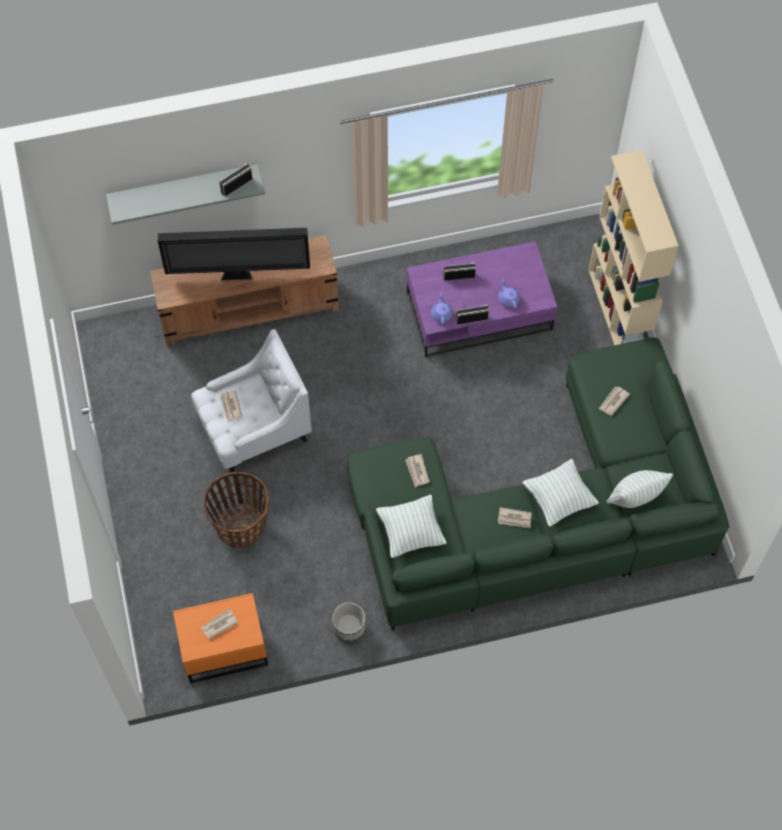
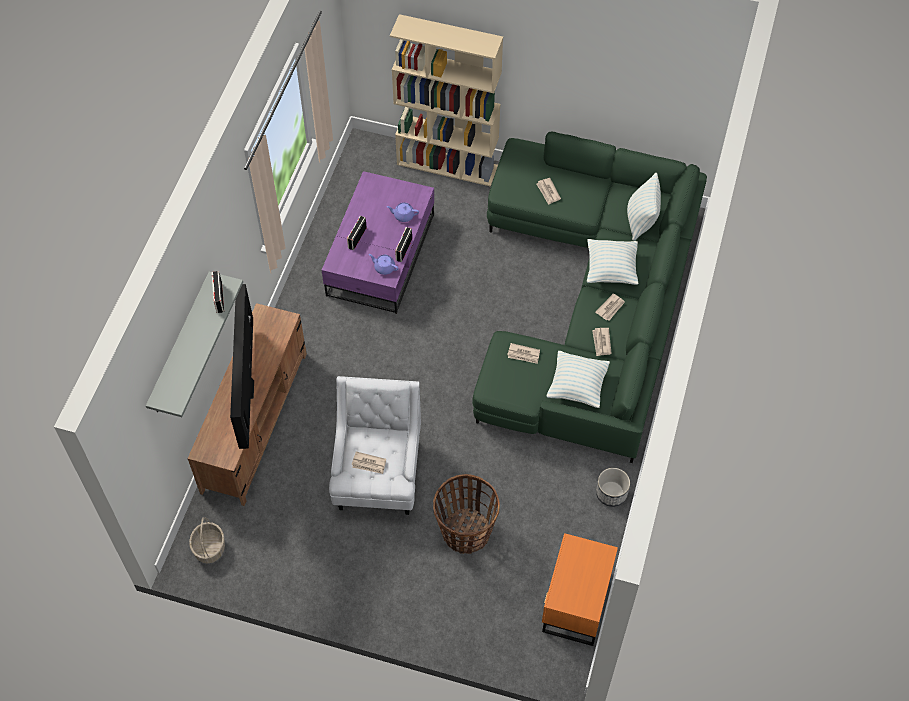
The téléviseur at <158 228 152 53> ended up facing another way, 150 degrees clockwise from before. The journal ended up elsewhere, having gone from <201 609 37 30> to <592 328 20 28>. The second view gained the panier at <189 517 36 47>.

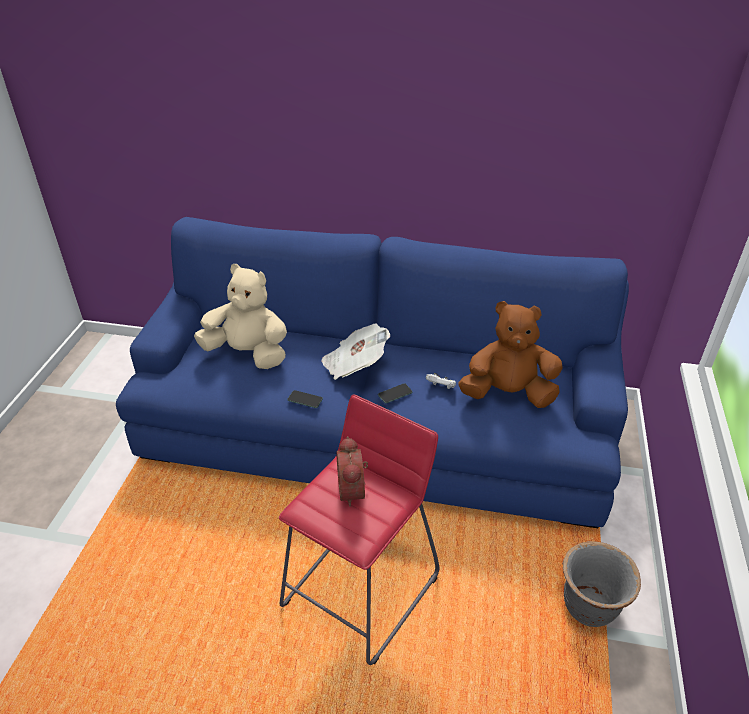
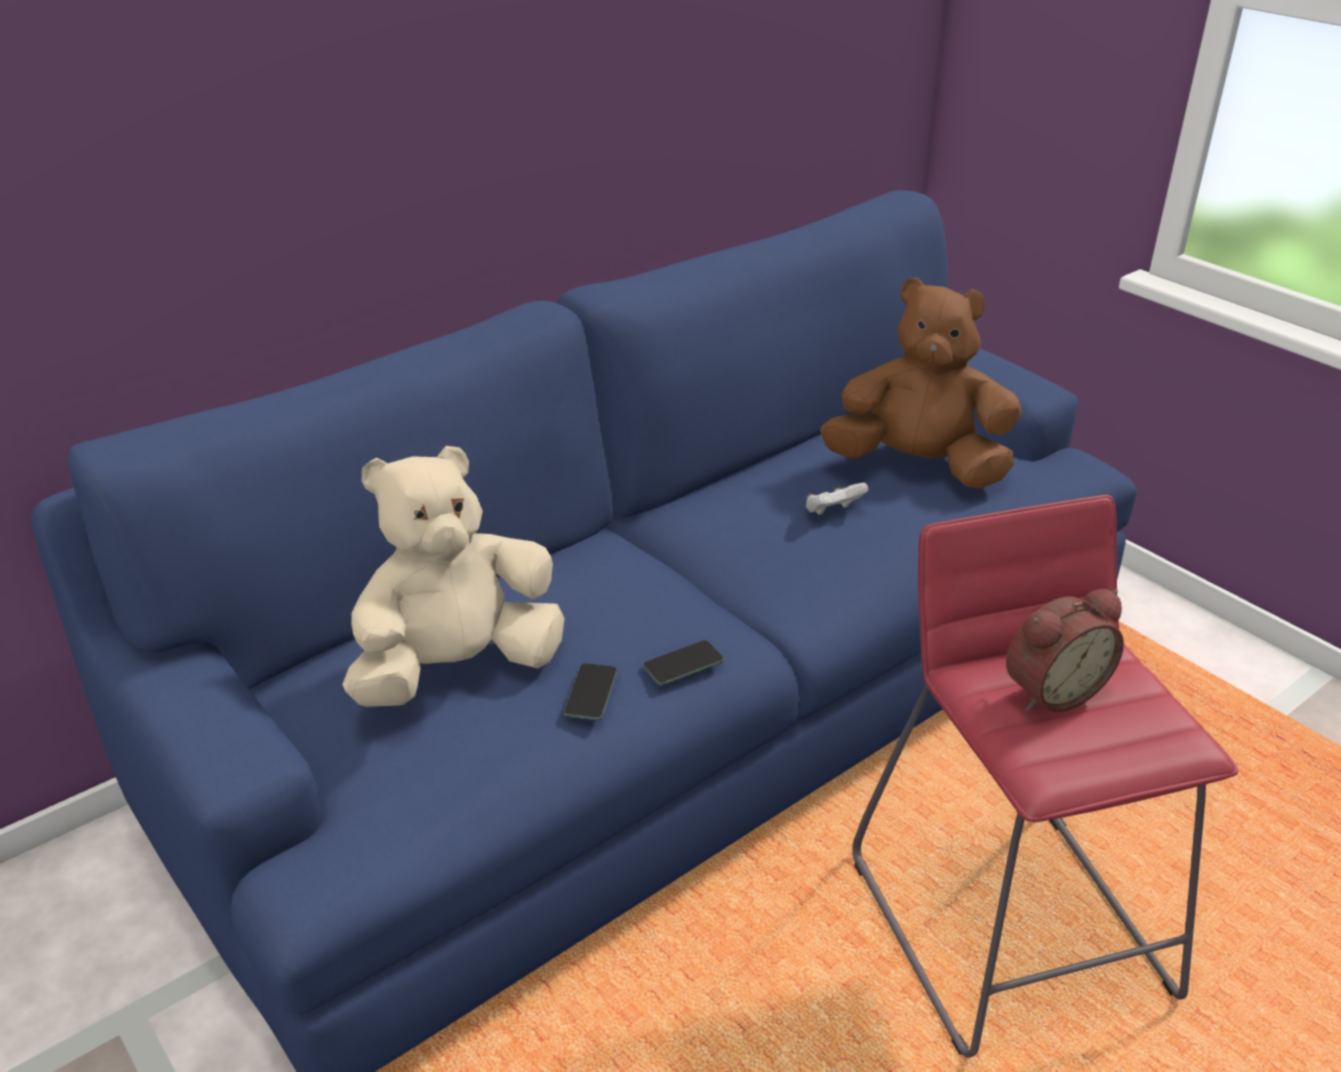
The peluche (marron) at <458 301 104 107> ended up facing another way, 60 degrees clockwise from before. The second view lost the journal at <321 323 69 57>. The téléphone ended up elsewhere, having gone from <378 383 35 20> to <564 663 54 57>. The réveil at <336 436 32 71> ended up facing another way, 60 degrees counterclockwise from before. The second view lost the cache-pot (gris) at <563 541 78 86>.

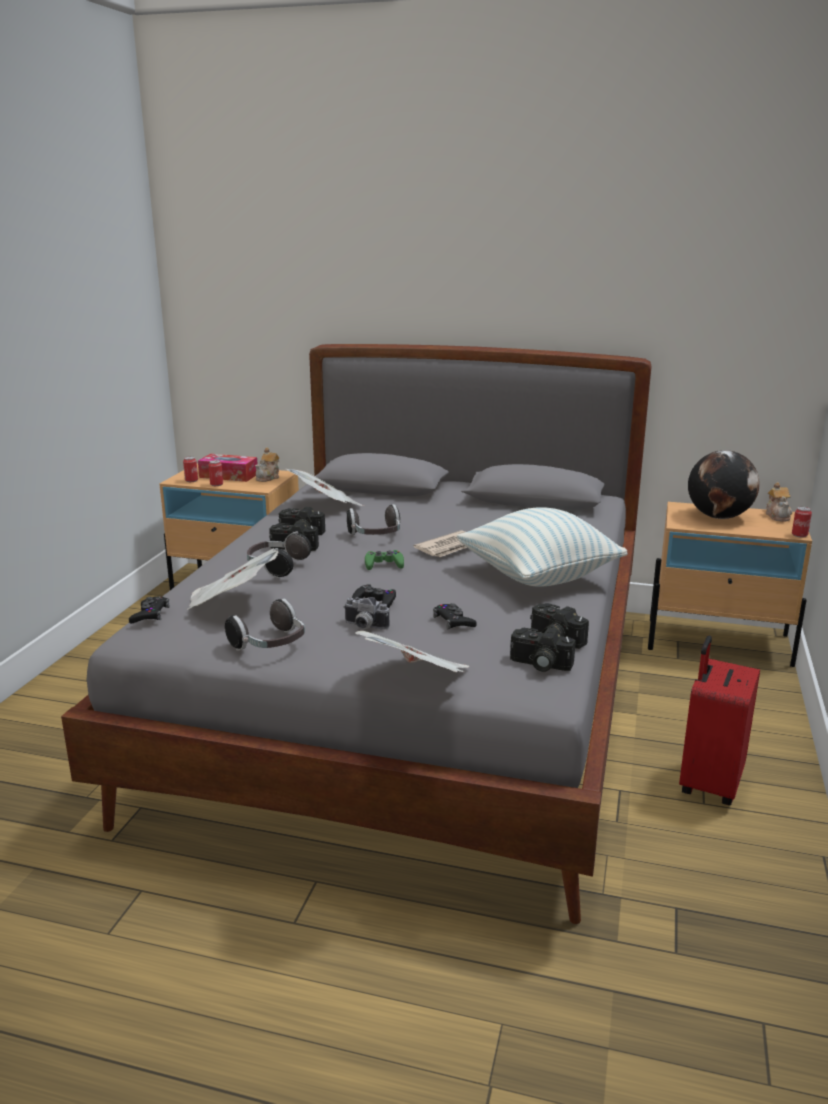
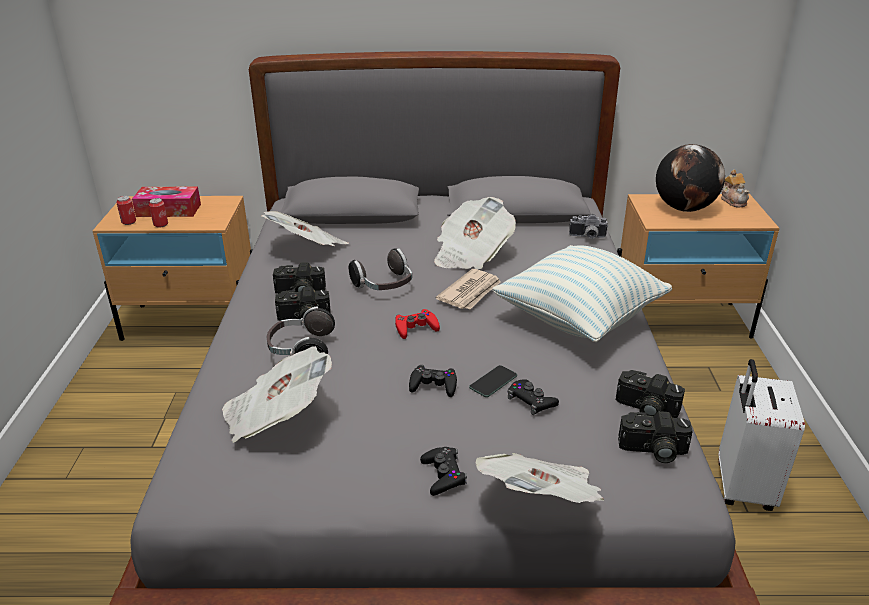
The second view lost the théière at <255 448 24 34>. The second view lost the boîte métallique at <792 507 20 31>. What was the manette (vert) at <365 550 39 20> turned into the manette (rouge) at <395 309 45 30>. The manette (noir) ended up elsewhere, having gone from <129 596 41 28> to <420 447 47 49>. The appareil photo ended up elsewhere, having gone from <344 597 45 33> to <569 214 39 25>. The second view lost the casque audio at <225 599 80 52>. What was the valise (rouge) at <679 636 81 169> turned into the valise (blanc) at <718 359 87 152>. The second view gained the journal at <434 197 82 73>. The second view gained the téléphone at <469 365 48 32>.

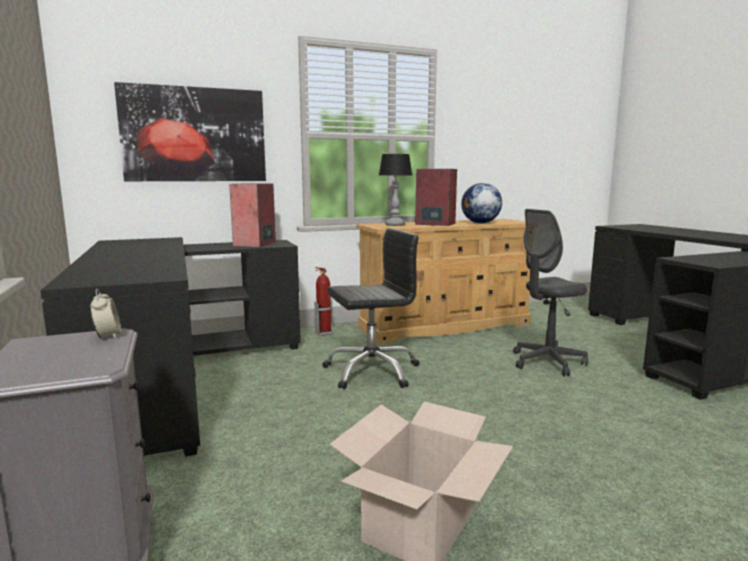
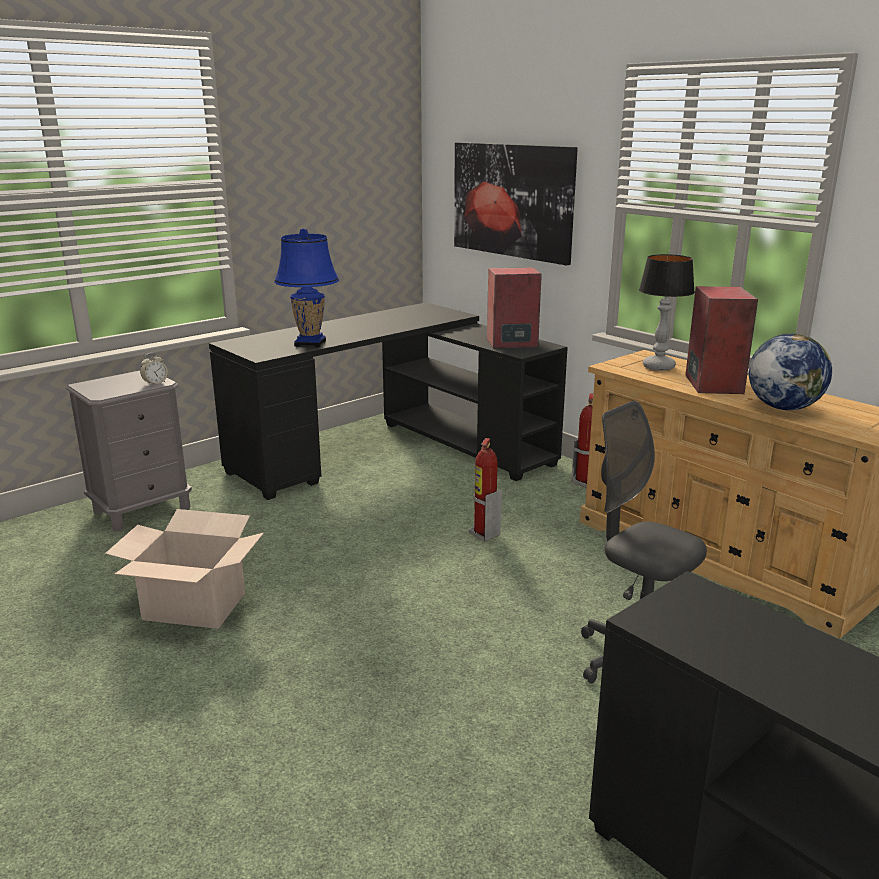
Where the chaise de bureau (noir) stood at <322 228 98 161>, the extincteur came to stand at <469 438 33 104>. The second view gained the lampe de table (bleu) at <274 228 65 120>.

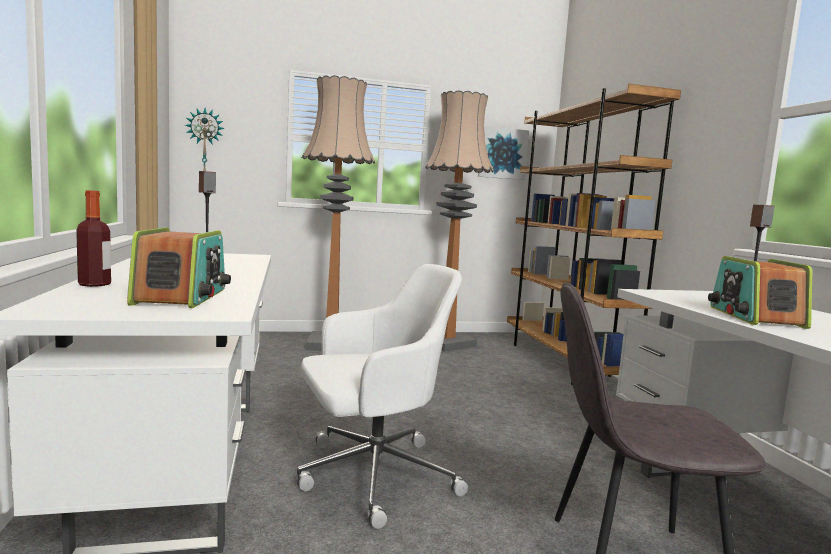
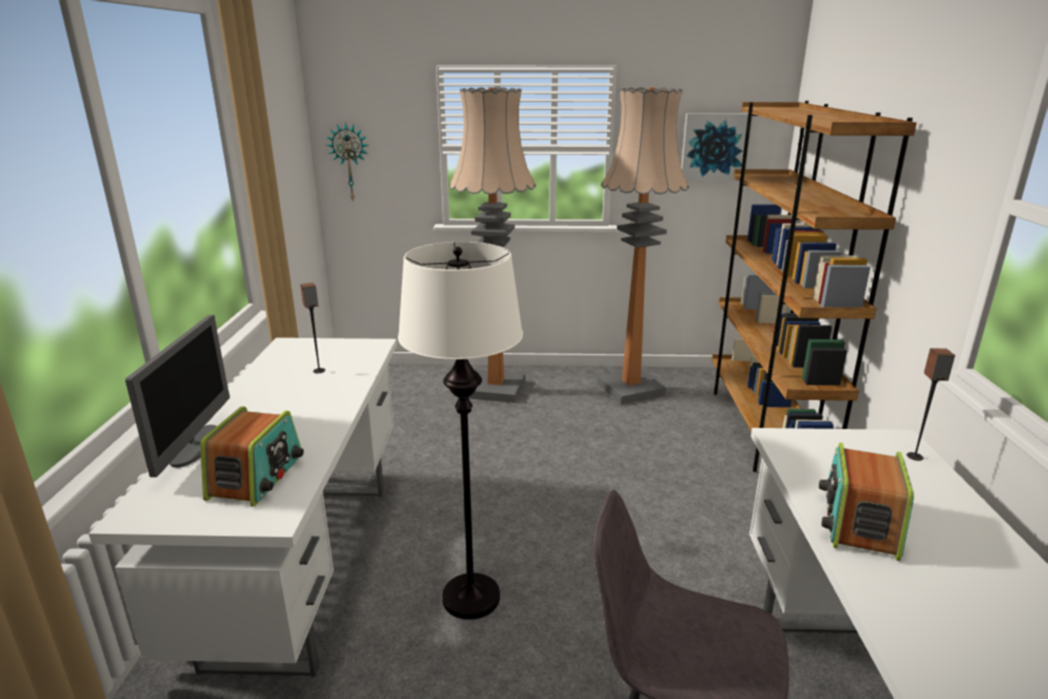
Where the bouteille stood at <76 190 35 97>, the écran d'ordinateur came to stand at <125 315 105 162>. Where the chaise de bureau (blanc) stood at <297 264 171 265>, the lampadaire (blanc) came to stand at <398 242 125 378>.

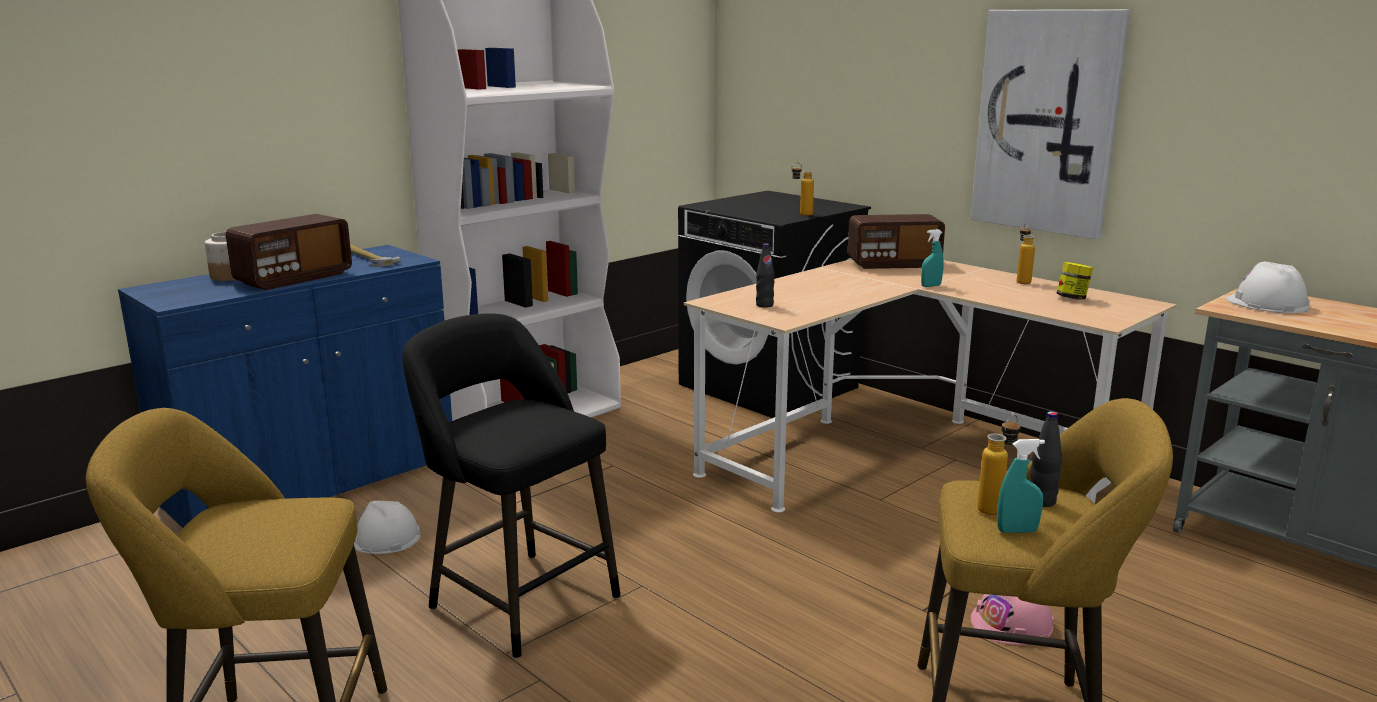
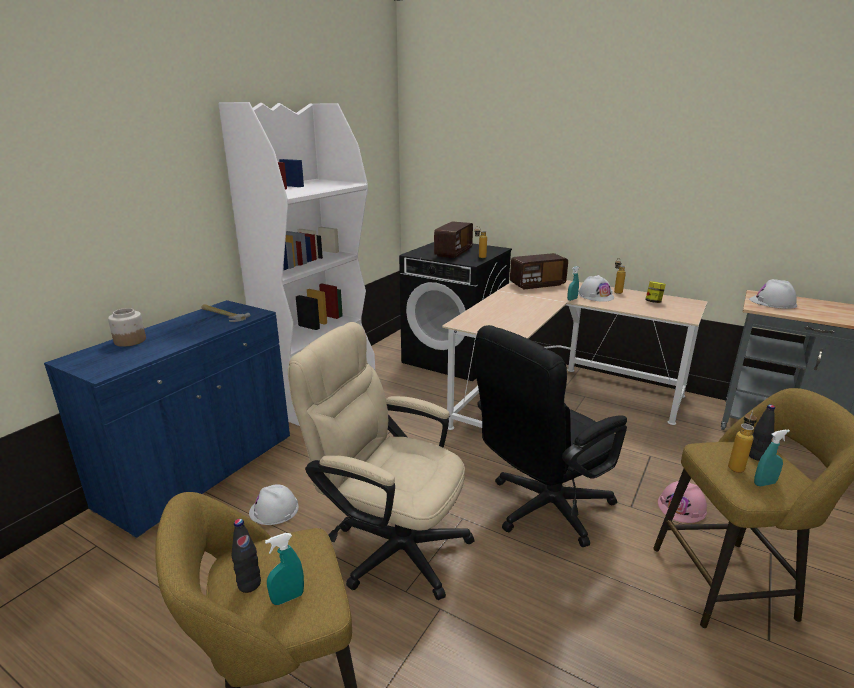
The second view lost the tableau at <971 9 159 230>. The radio ended up elsewhere, having gone from <226 214 126 76> to <434 221 39 37>. The bouteille (noir) ended up elsewhere, having gone from <756 243 19 65> to <232 519 29 74>. Where the tabouret (noir) stood at <402 313 218 346>, the chaise de bureau (beige) came to stand at <288 322 187 278>. The second view gained the casque de chantier (blanc) at <578 275 36 27>. The second view gained the chaise de bureau (noir) at <474 325 153 222>. The second view gained the vaporisateur (turquoise) at <265 533 39 72>.

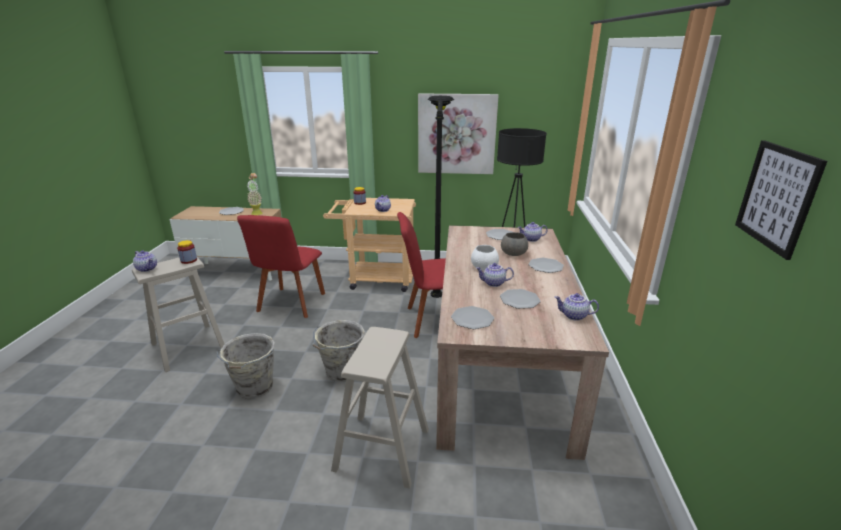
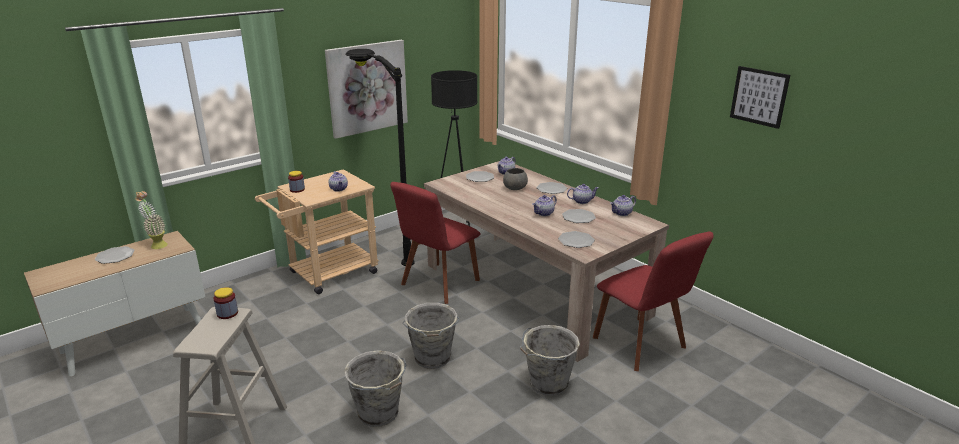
The chaise (rouge) ended up elsewhere, having gone from <237 215 88 103> to <593 231 121 140>. The second view lost the bol (blanc) at <471 245 28 26>. The théière ended up elsewhere, having gone from <133 250 24 22> to <567 184 31 20>. Where the tabouret (beige) stood at <331 327 98 162>, the seau (gris) came to stand at <520 325 60 71>.

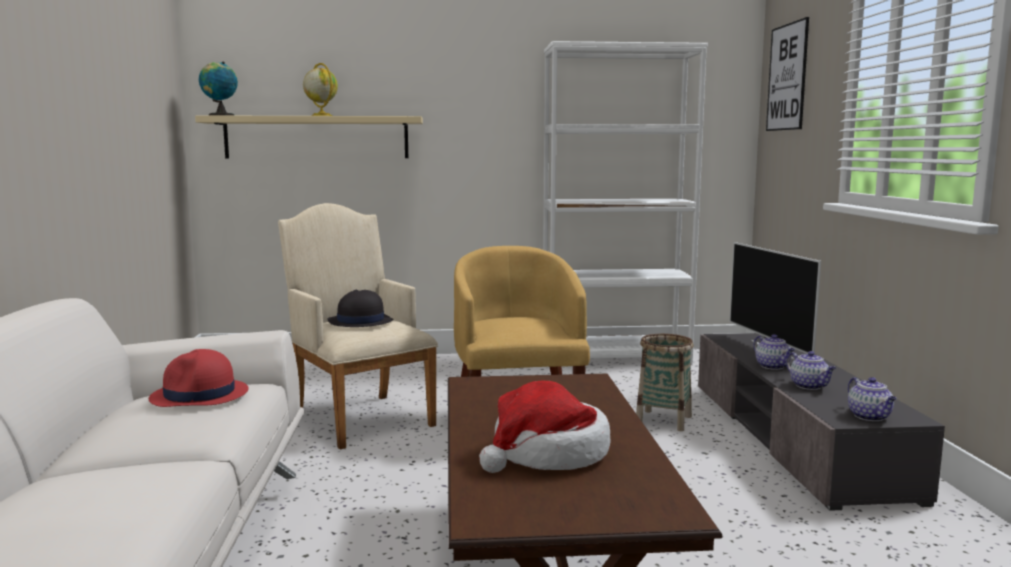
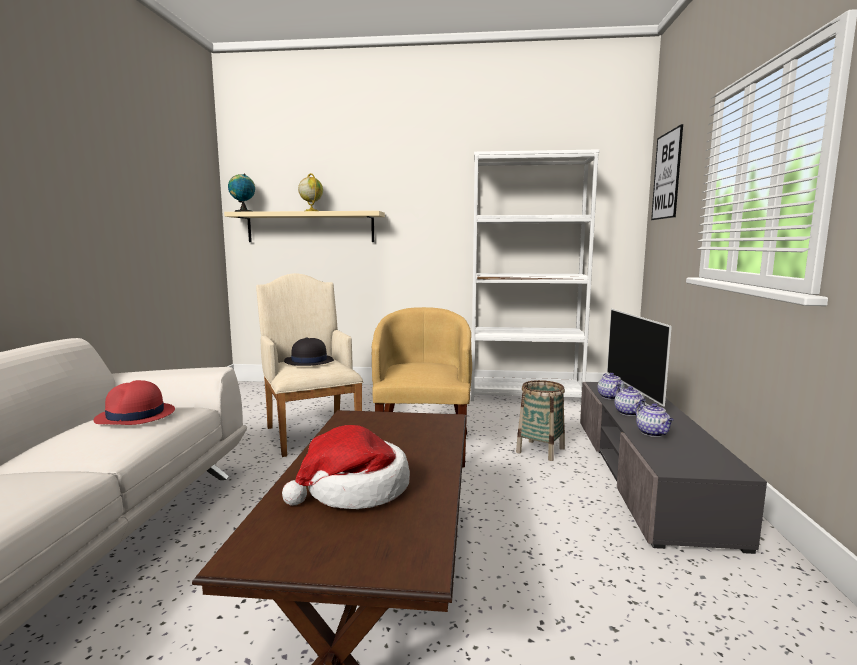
The théière ended up elsewhere, having gone from <848 377 49 44> to <598 373 27 27>.

